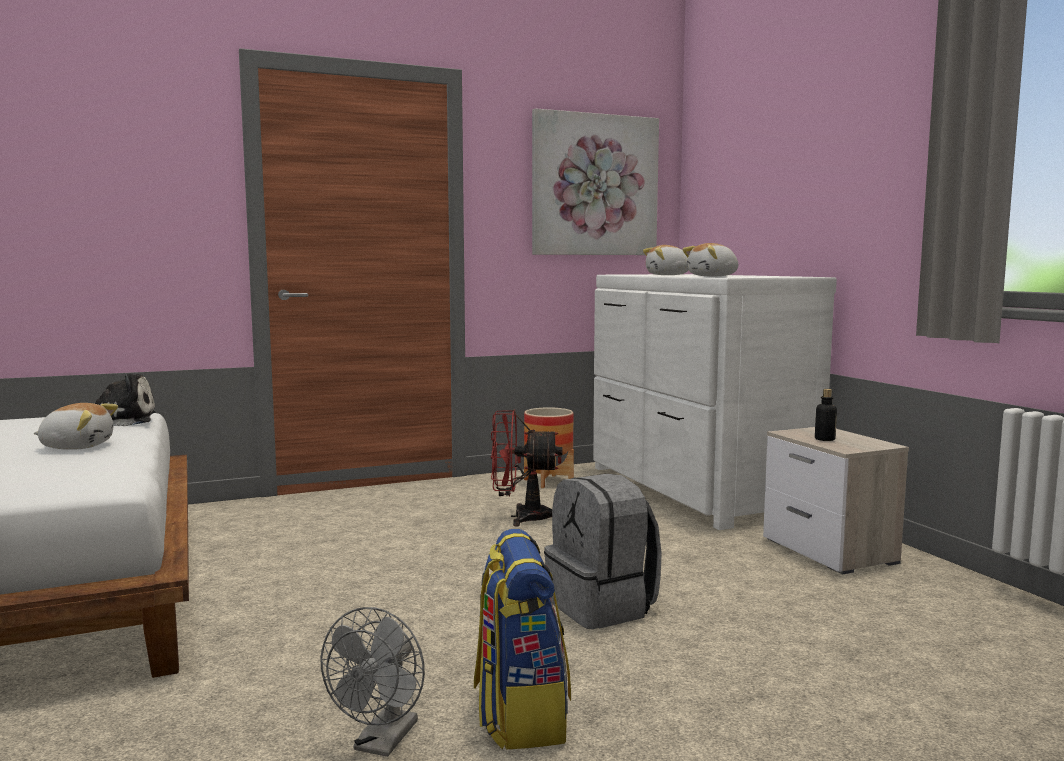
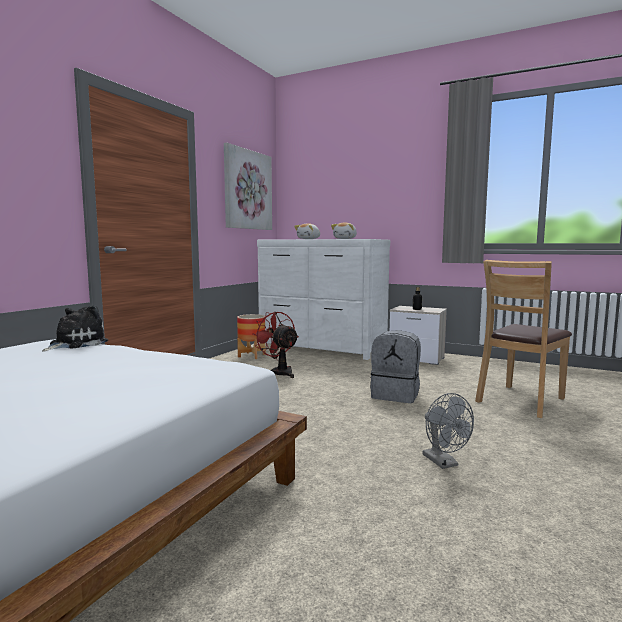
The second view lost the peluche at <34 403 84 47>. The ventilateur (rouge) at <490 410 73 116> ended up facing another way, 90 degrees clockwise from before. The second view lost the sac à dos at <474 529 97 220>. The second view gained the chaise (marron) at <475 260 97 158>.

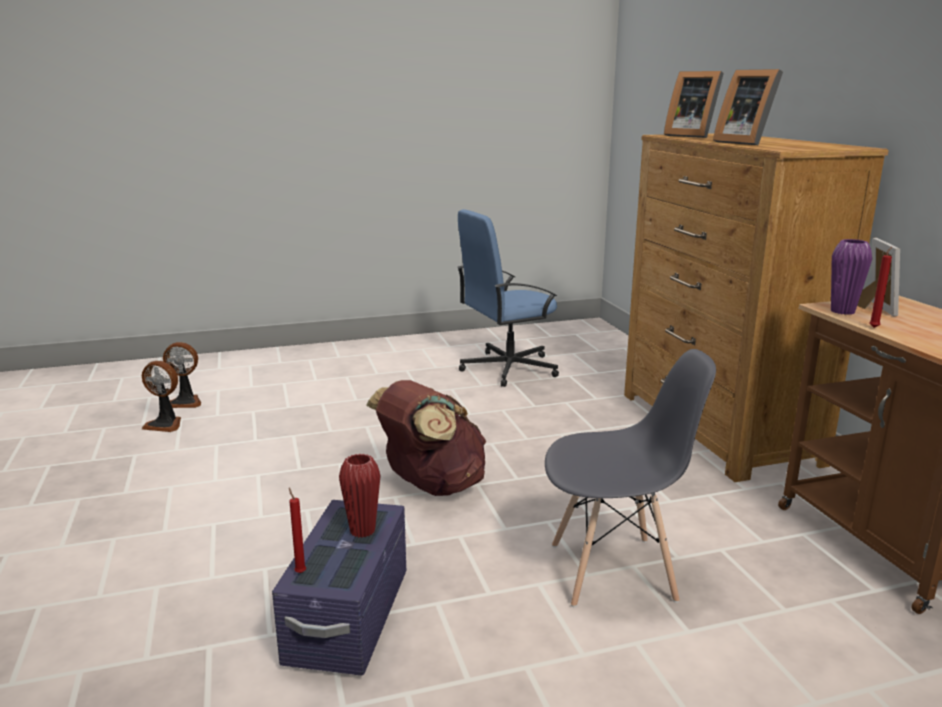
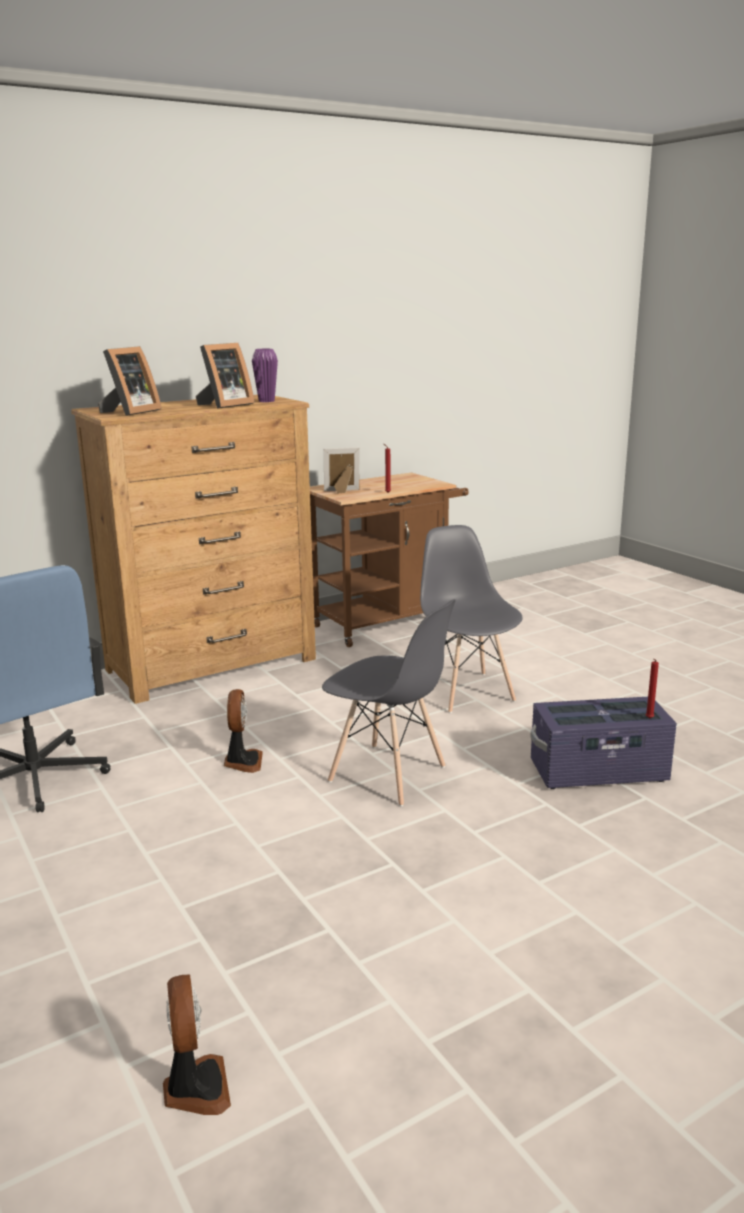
The vase (violet) ended up elsewhere, having gone from <831 239 41 76> to <252 349 26 53>. The ventilateur ended up elsewhere, having gone from <142 361 39 71> to <224 689 39 84>. Where the sac à dos (marron) stood at <366 380 120 116>, the chaise (gris) came to stand at <322 599 134 207>. The second view lost the vase (rouge) at <339 454 42 84>.

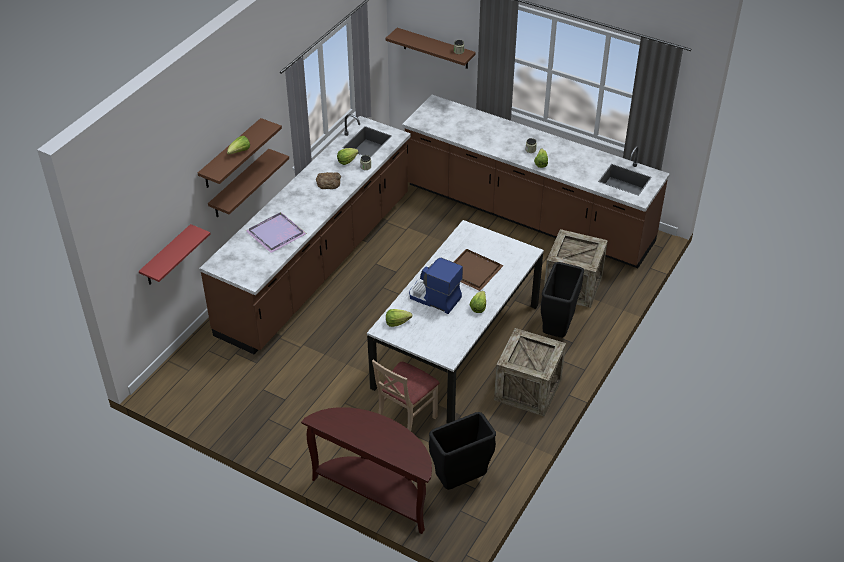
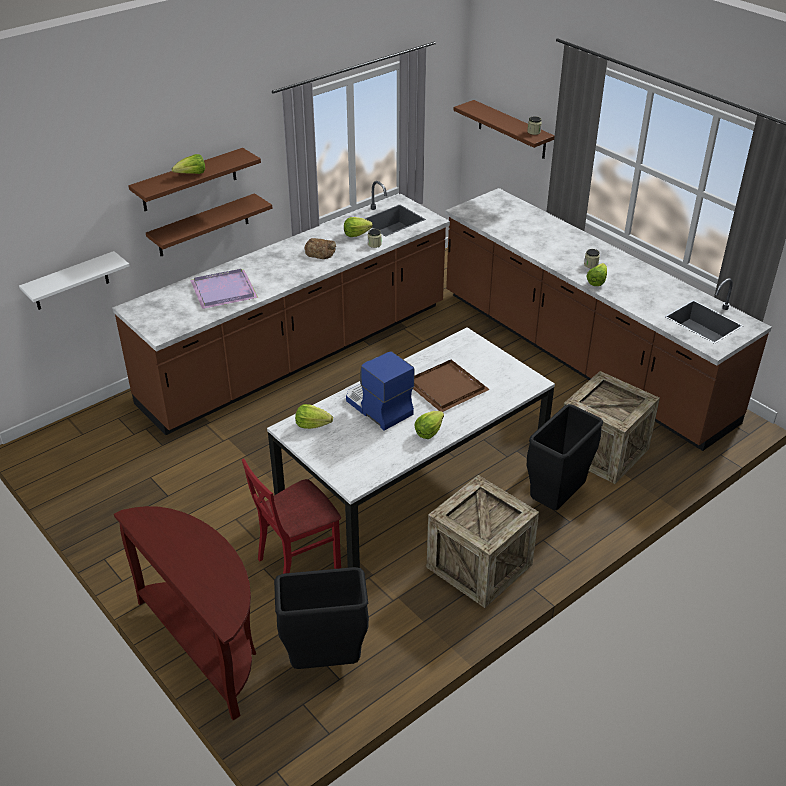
What was the étagère (rouge) at <139 224 72 61> turned into the étagère (blanc) at <19 251 111 59>. What was the chaise (beige) at <372 360 67 71> turned into the chaise (rouge) at <242 458 99 116>.

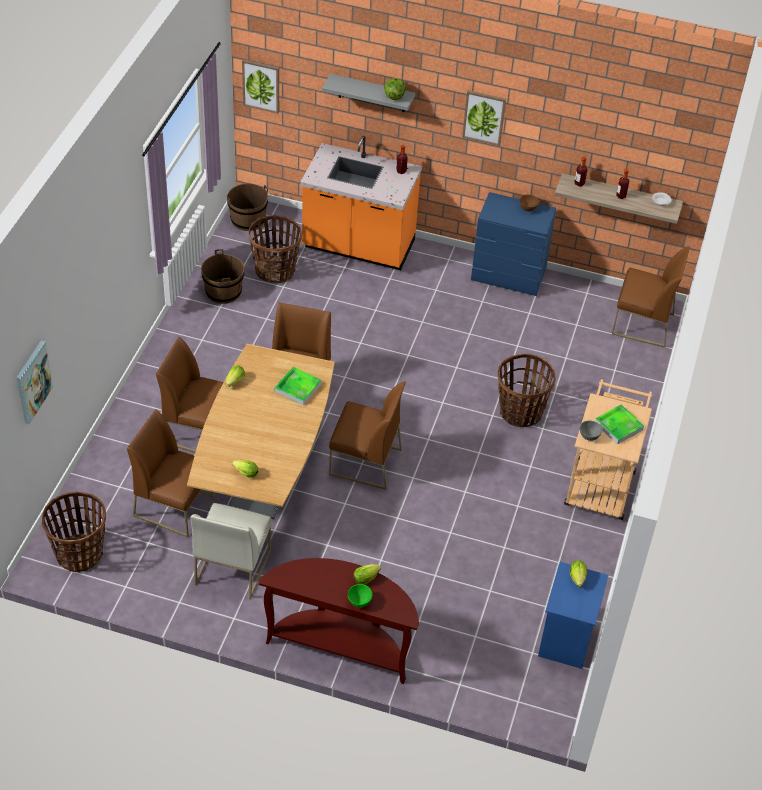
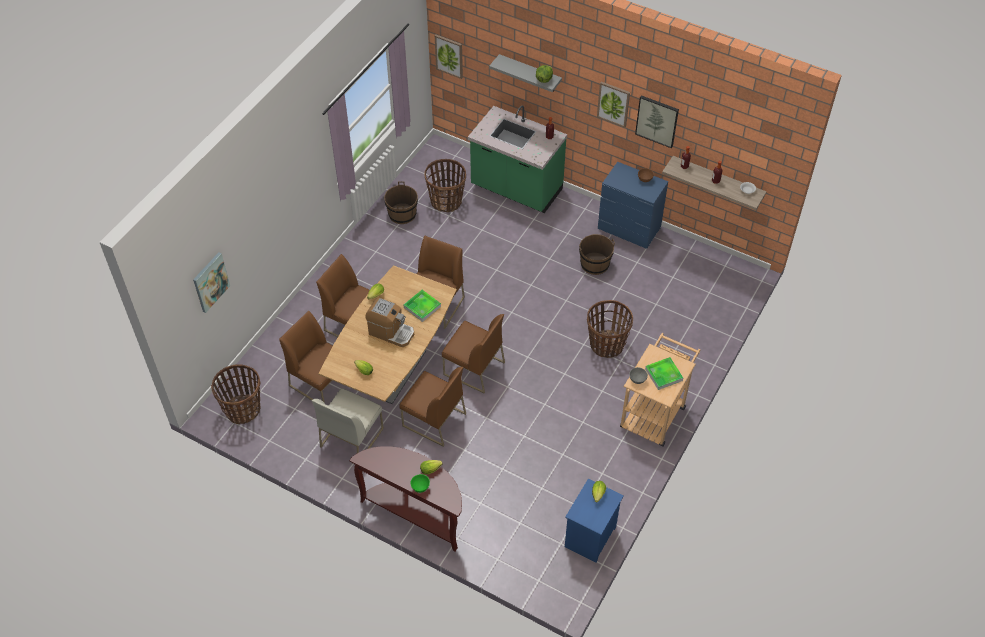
What was the comptoir de cuisine (orange) at <300 136 122 134> turned into the comptoir de cuisine (vert) at <468 105 99 108>. The seau (marron) ended up elsewhere, having gone from <227 183 41 48> to <579 234 36 41>. The chaise (marron) ended up elsewhere, having gone from <612 247 78 101> to <399 367 67 80>. The second view gained the tableau at <635 95 44 53>. The second view gained the machine à café at <365 298 49 49>.

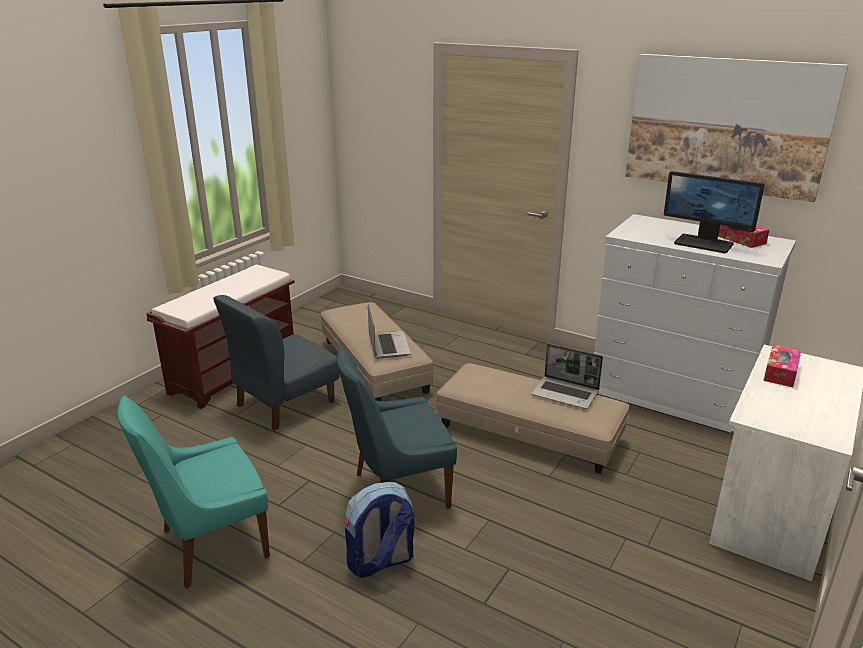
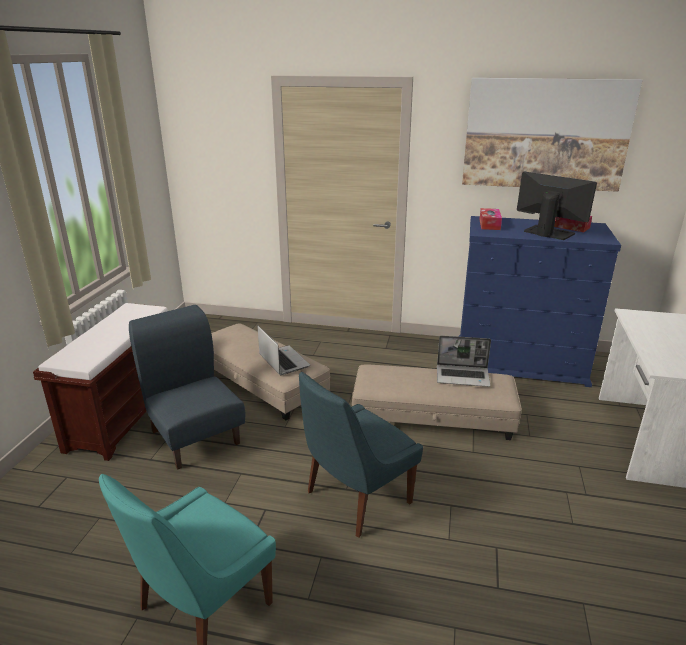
The écran d'ordinateur at <664 171 101 82> ended up facing another way, 150 degrees counterclockwise from before. What was the commode (blanc) at <594 214 202 219> turned into the commode (bleu) at <458 216 163 171>. The chaise (bleu) at <213 295 127 136> ended up facing another way, 120 degrees clockwise from before. The boîte à mouchoirs ended up elsewhere, having gone from <763 344 38 43> to <479 208 23 22>. The second view lost the sac à dos at <345 482 70 96>.

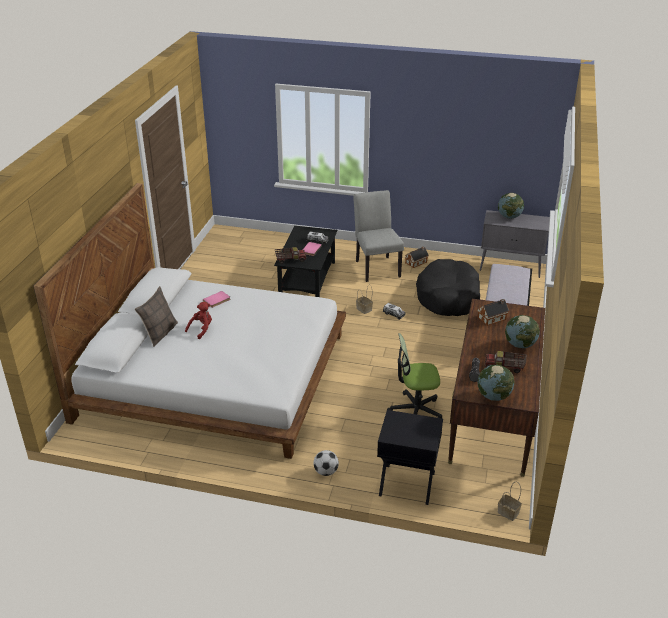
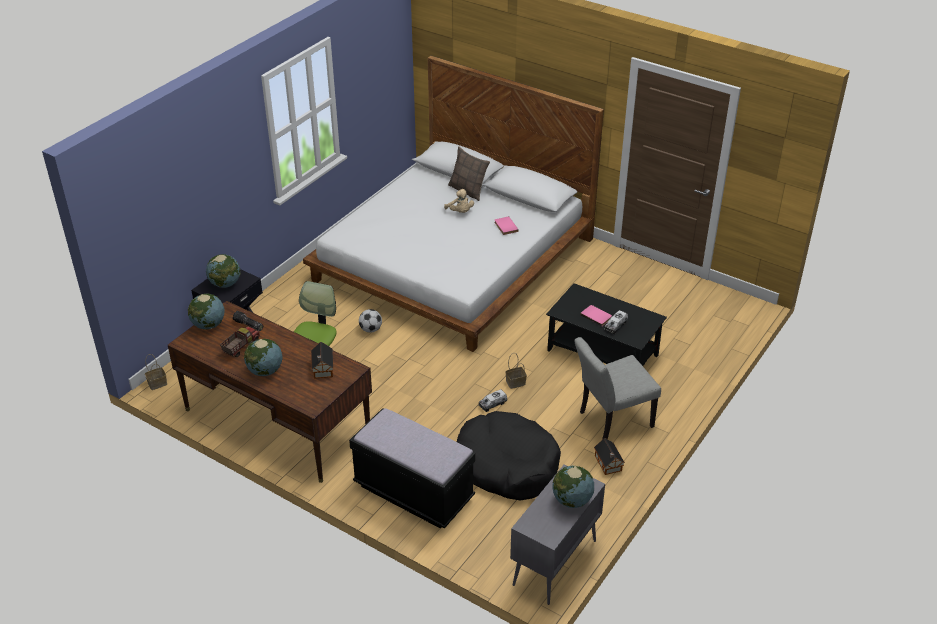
The chaise (gris) at <353 190 51 92> ended up facing another way, 150 degrees clockwise from before. The second view lost the camion jouet at <275 247 31 17>. What was the peluche (rouge) at <185 302 27 37> turned into the peluche (beige) at <444 189 30 24>. The ballon de foot ended up elsewhere, having gone from <313 450 26 26> to <359 309 23 24>. The second view gained the globe at <206 254 34 34>.

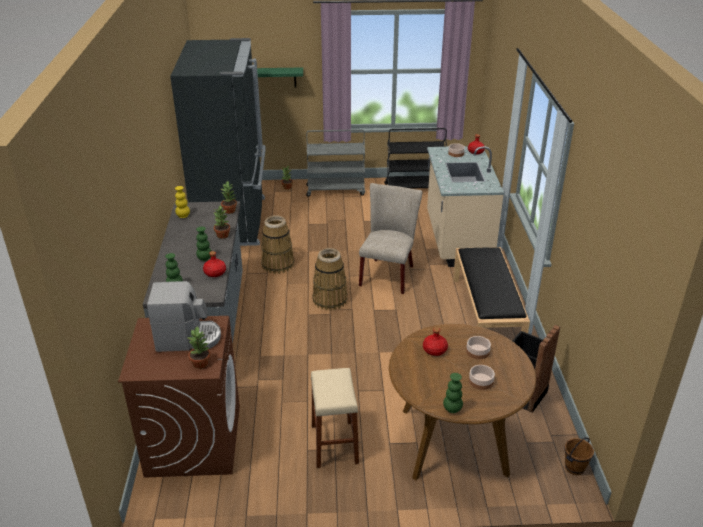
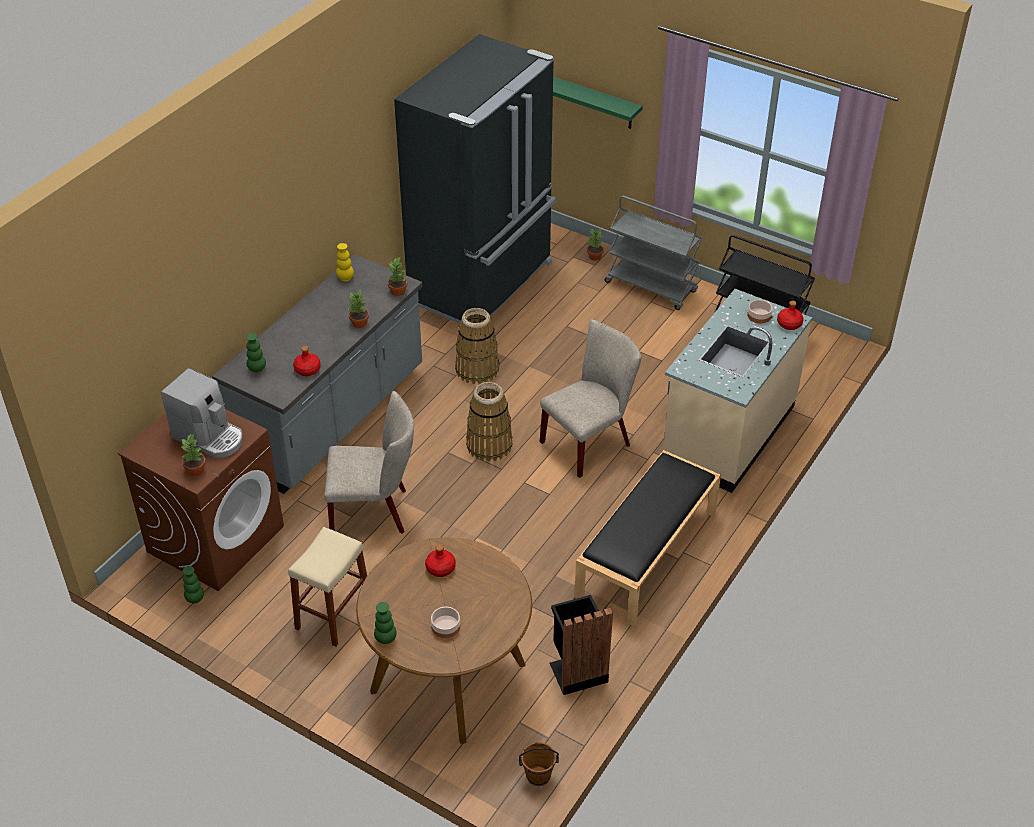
The vase (vert) ended up elsewhere, having gone from <196 227 16 34> to <182 566 22 37>. The second view lost the bol at <466 336 25 23>. The second view gained the chaise (beige) at <324 391 90 143>.

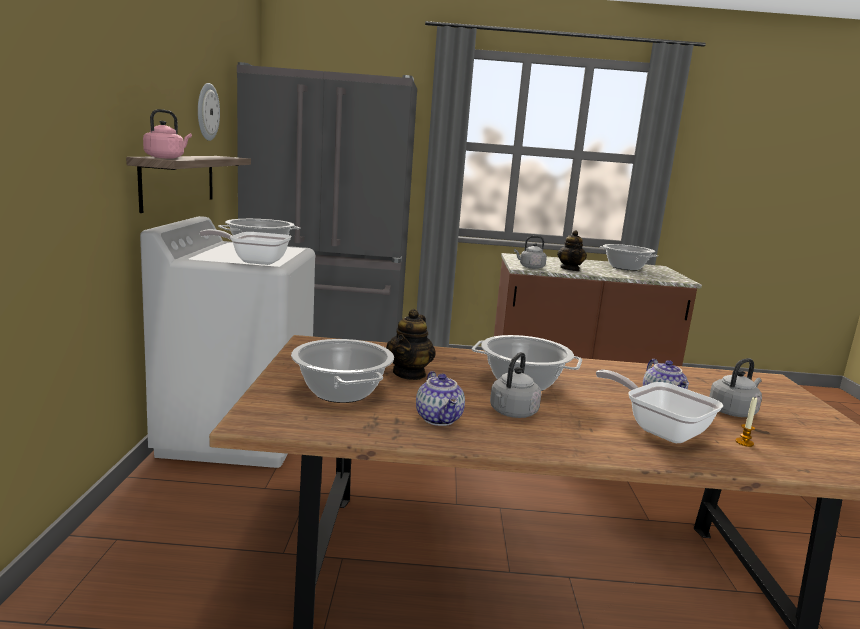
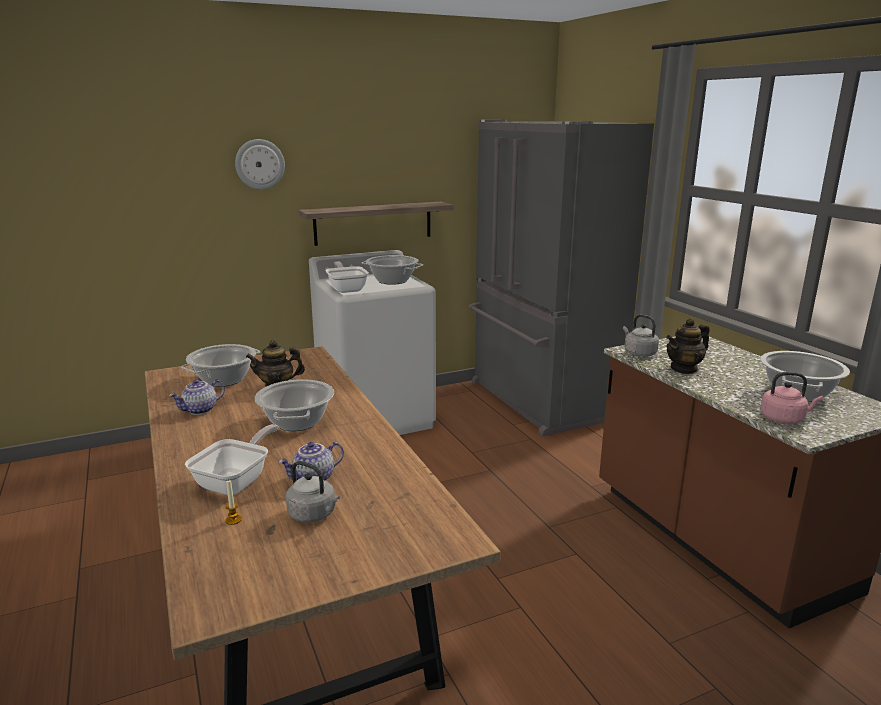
The horloge murale ended up elsewhere, having gone from <198 83 22 58> to <235 139 50 51>. The bouilloire (rose) ended up elsewhere, having gone from <143 109 49 50> to <760 372 63 52>. The second view lost the bouilloire (gris) at <490 352 51 66>.

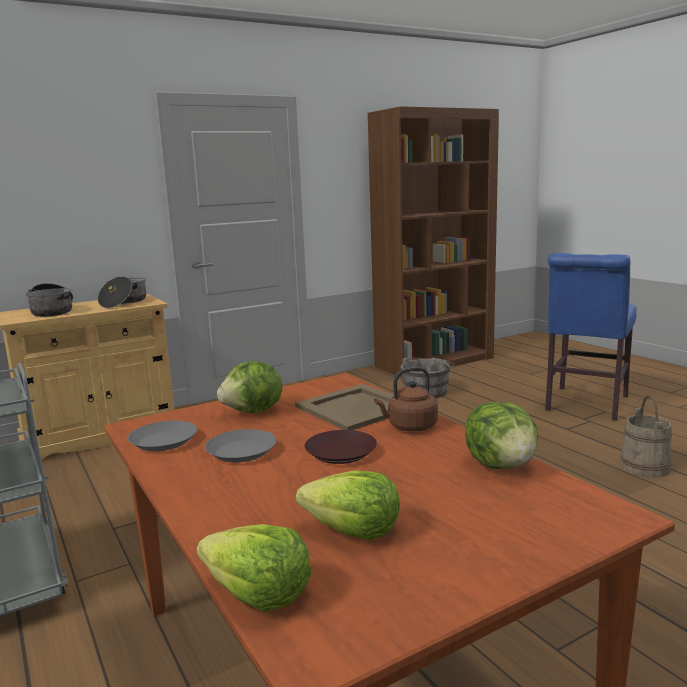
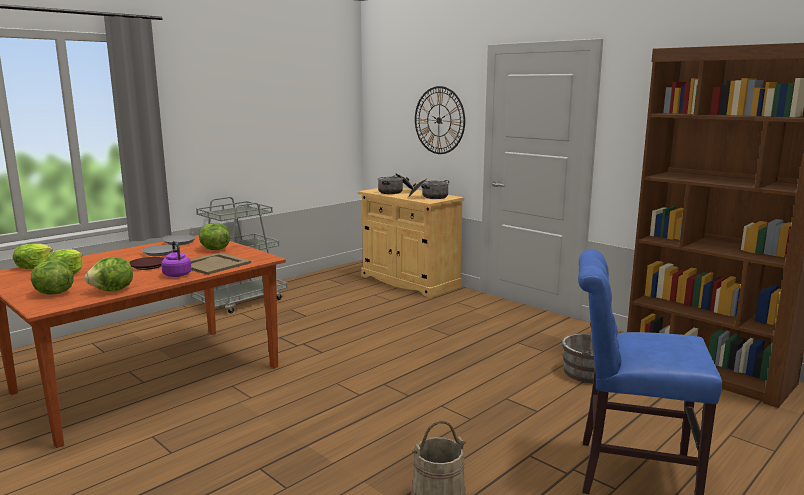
What was the bouilloire (marron) at <374 367 64 64> turned into the bouilloire (violet) at <161 241 30 36>. The second view gained the horloge murale at <415 86 50 68>. The second view gained the laitue at <31 259 42 36>.

